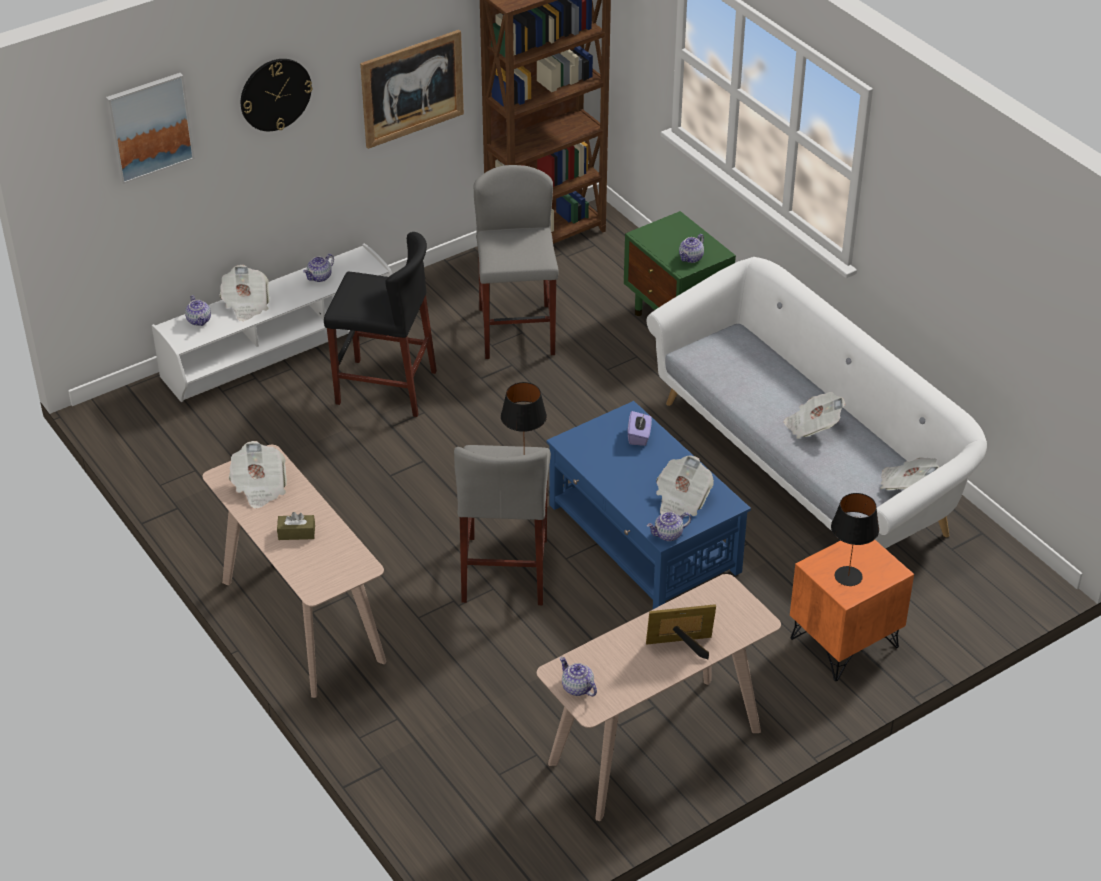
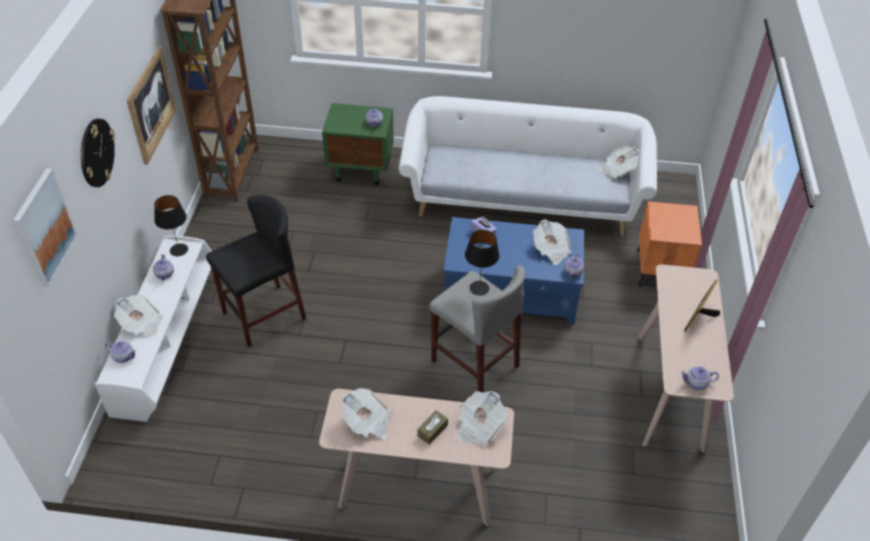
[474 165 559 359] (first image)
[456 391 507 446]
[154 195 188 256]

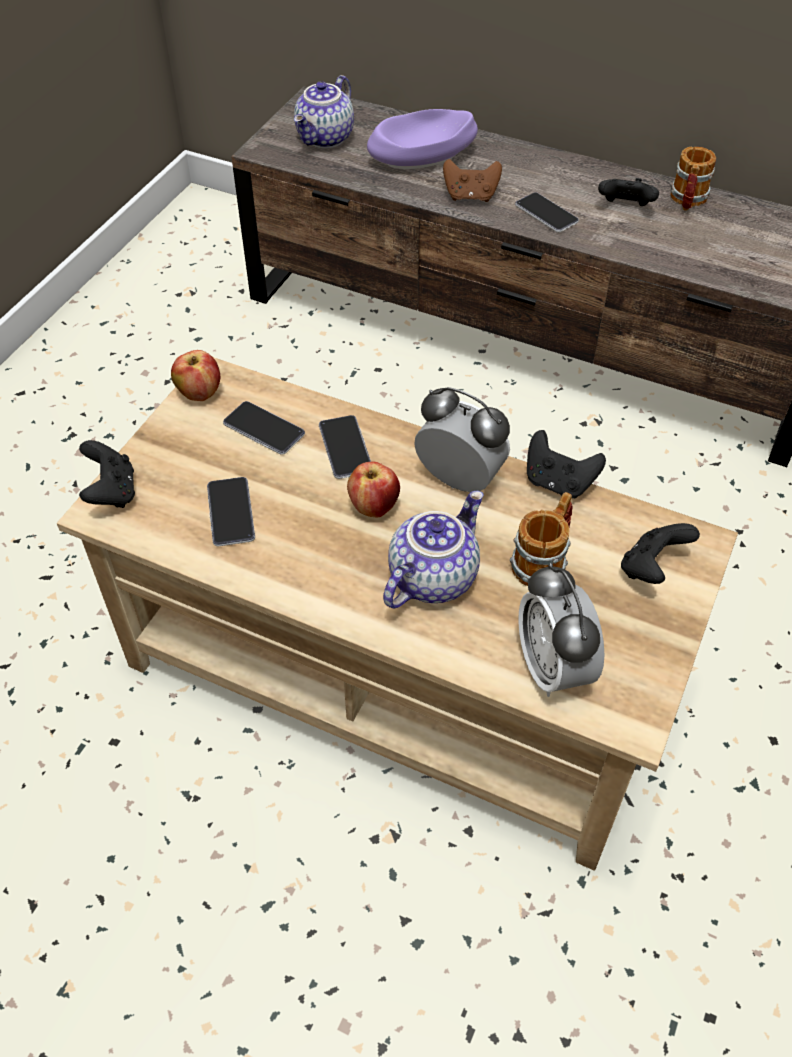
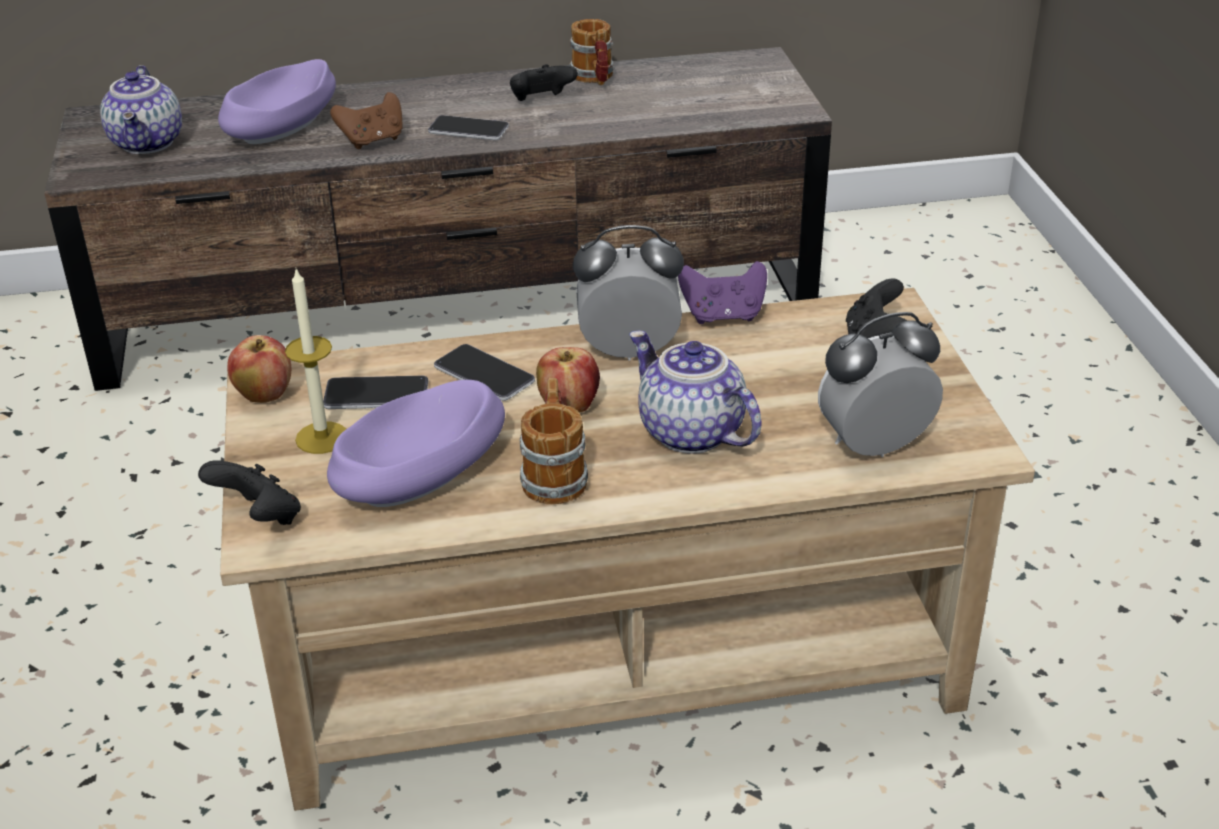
[285 267 346 454]
[520 378 588 504]
[327 380 505 507]
[678 261 767 324]
[629 330 762 454]
[818 312 943 457]

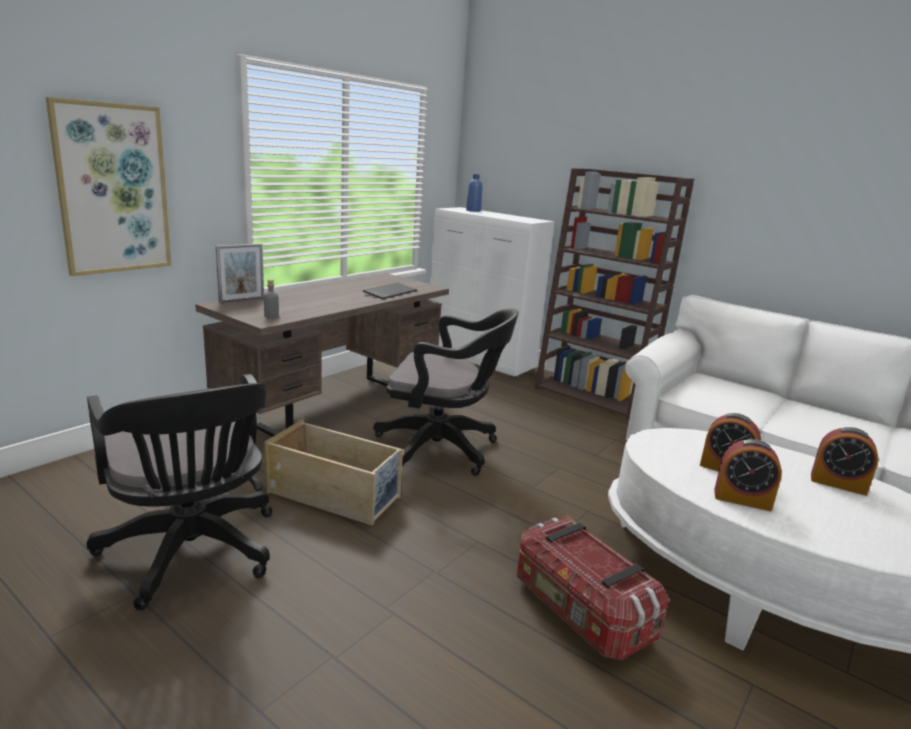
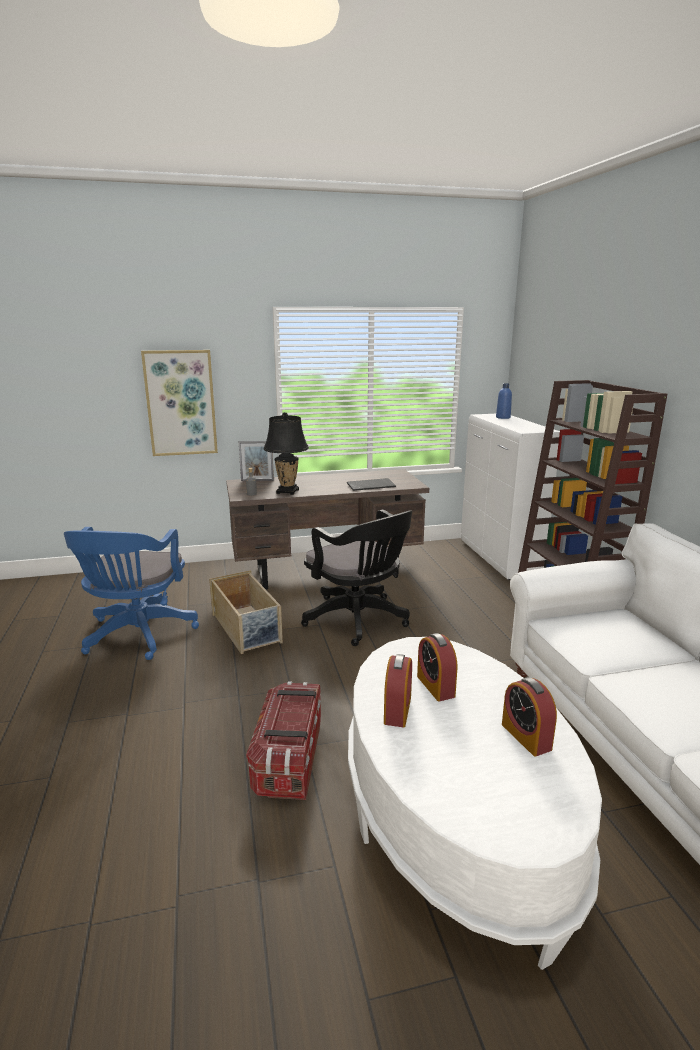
[263 412 309 495]
[64 527 199 660]
[384 654 412 727]

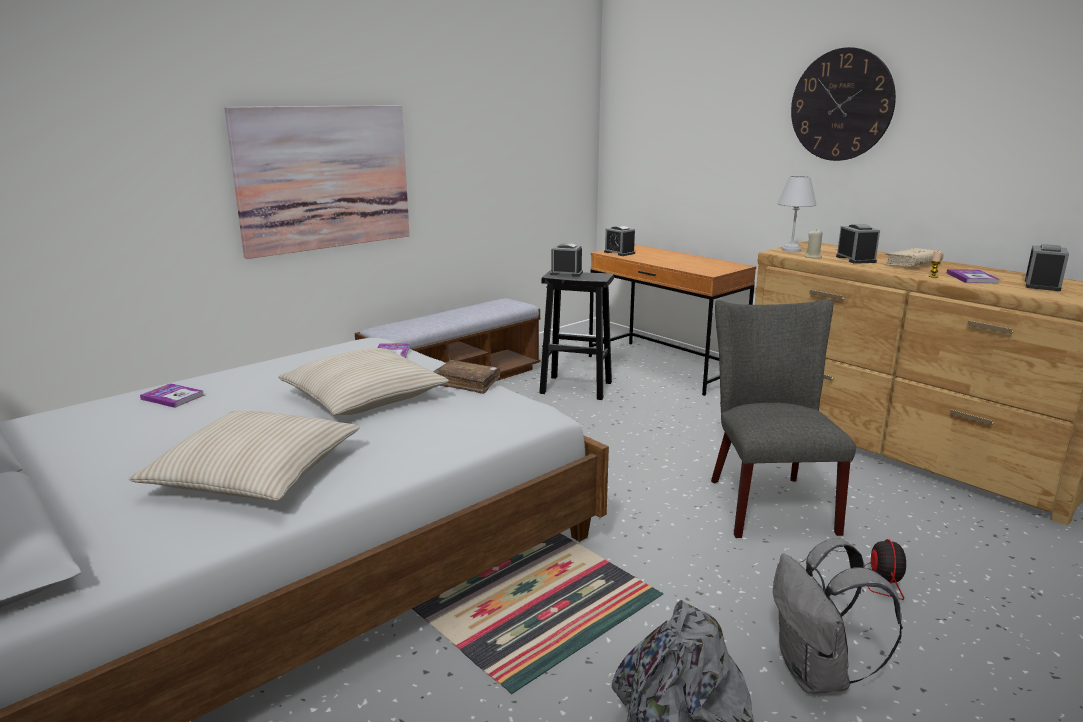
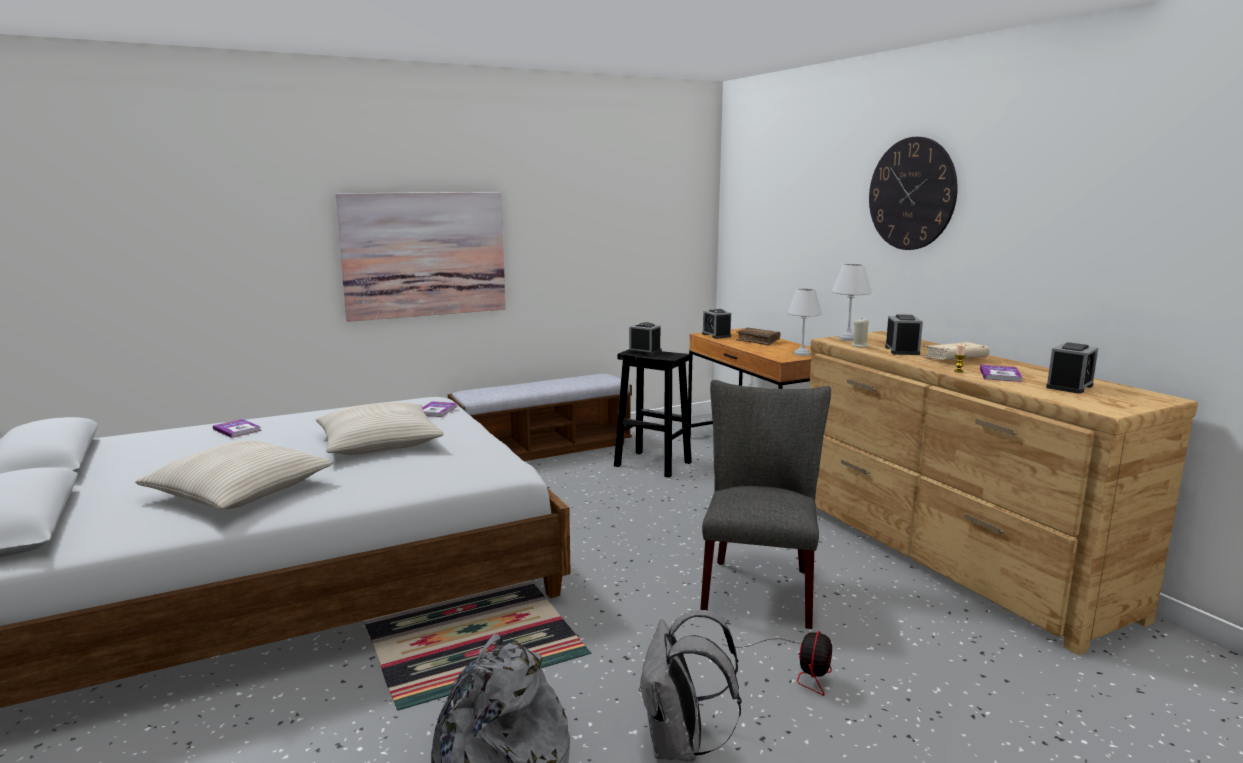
[788 288 822 356]
[736 328 780 346]

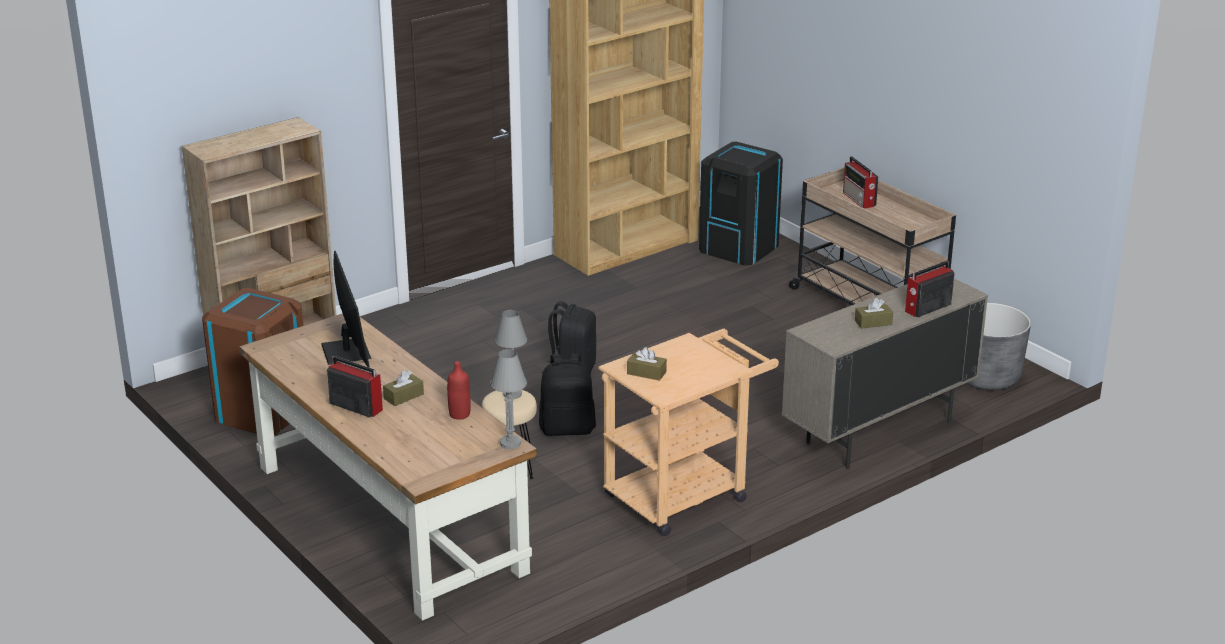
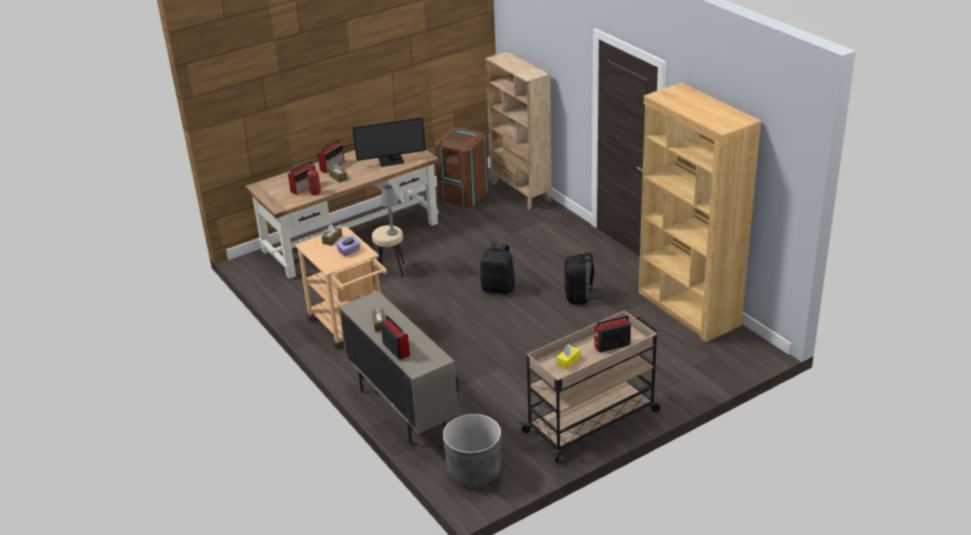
[490 349 527 449] (first image)
[699 142 783 265] (first image)
[288 160 315 195]
[336 236 361 256]
[556 344 580 370]
[565 252 599 305]

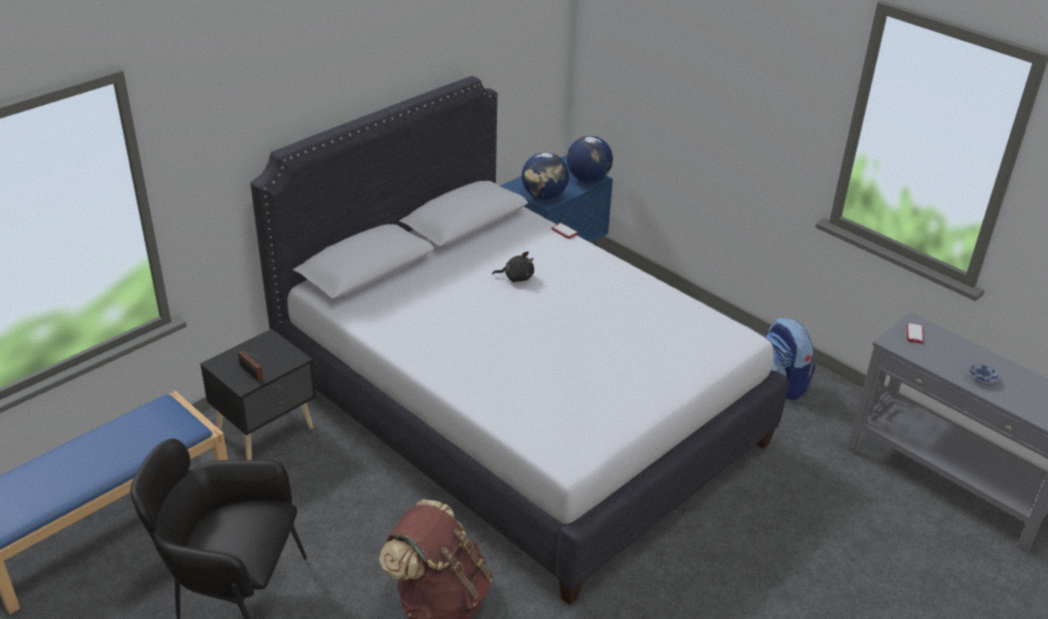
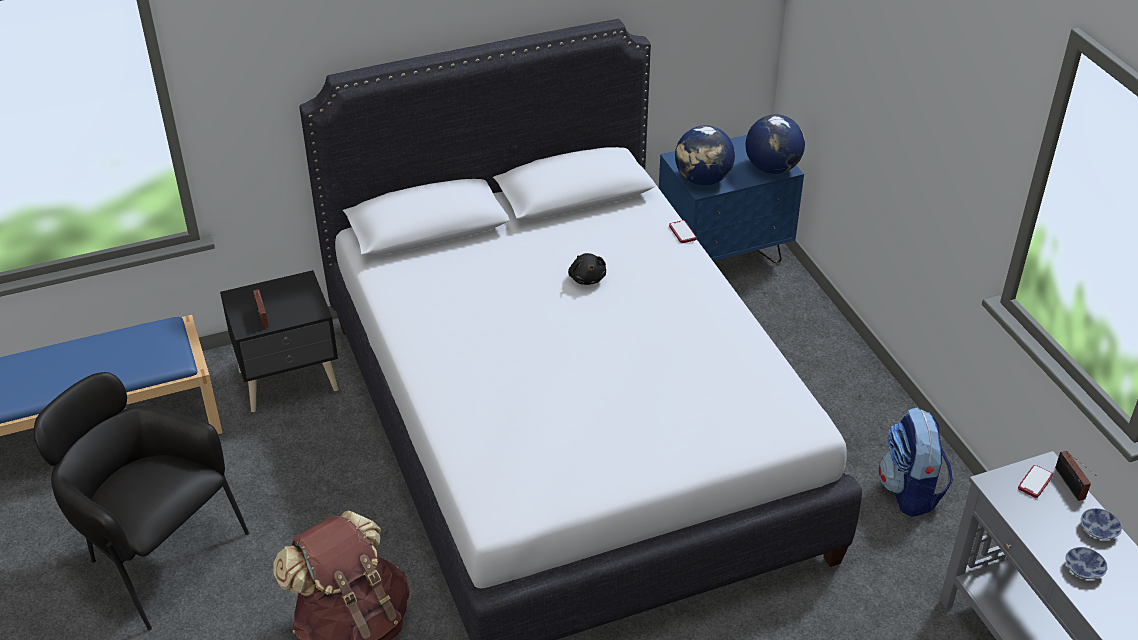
[1055 451 1097 501]
[1081 508 1122 540]
[568 253 606 285]

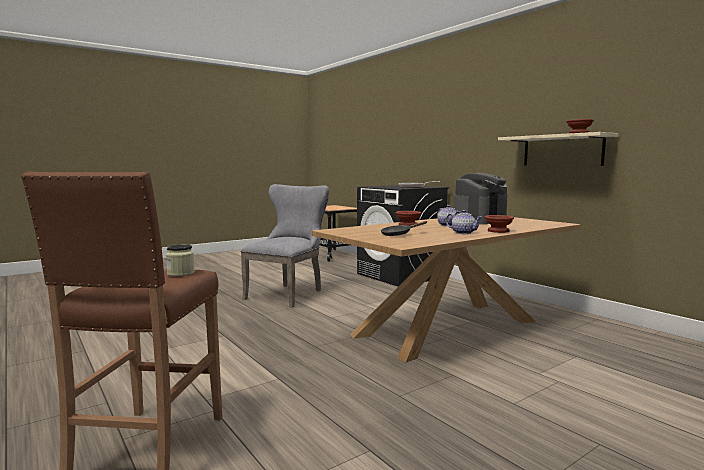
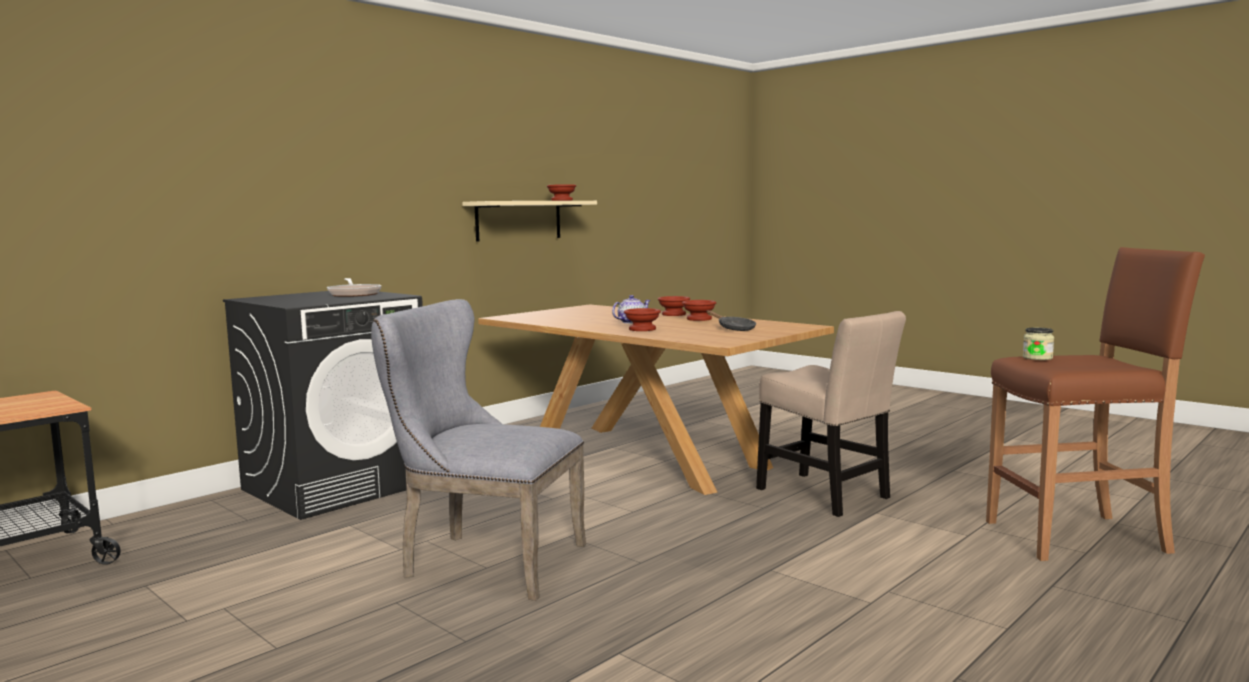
[454 173 507 225] (first image)
[756 311 906 517]
[682 300 716 321]

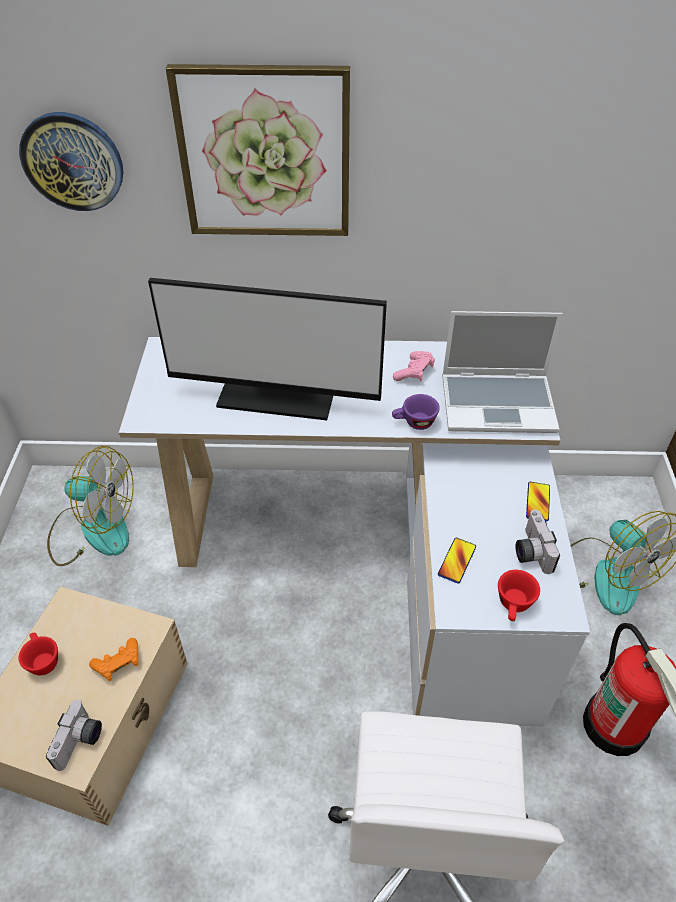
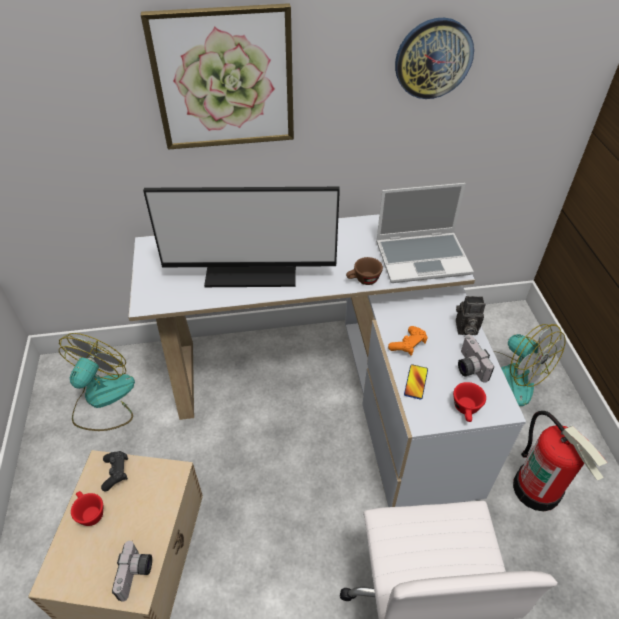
[393 351 435 382] (first image)
[101 451 128 492]
[395 18 474 99]
[388 326 428 356]
[456 296 486 335]
[346 257 383 285]
[59 333 135 431]

